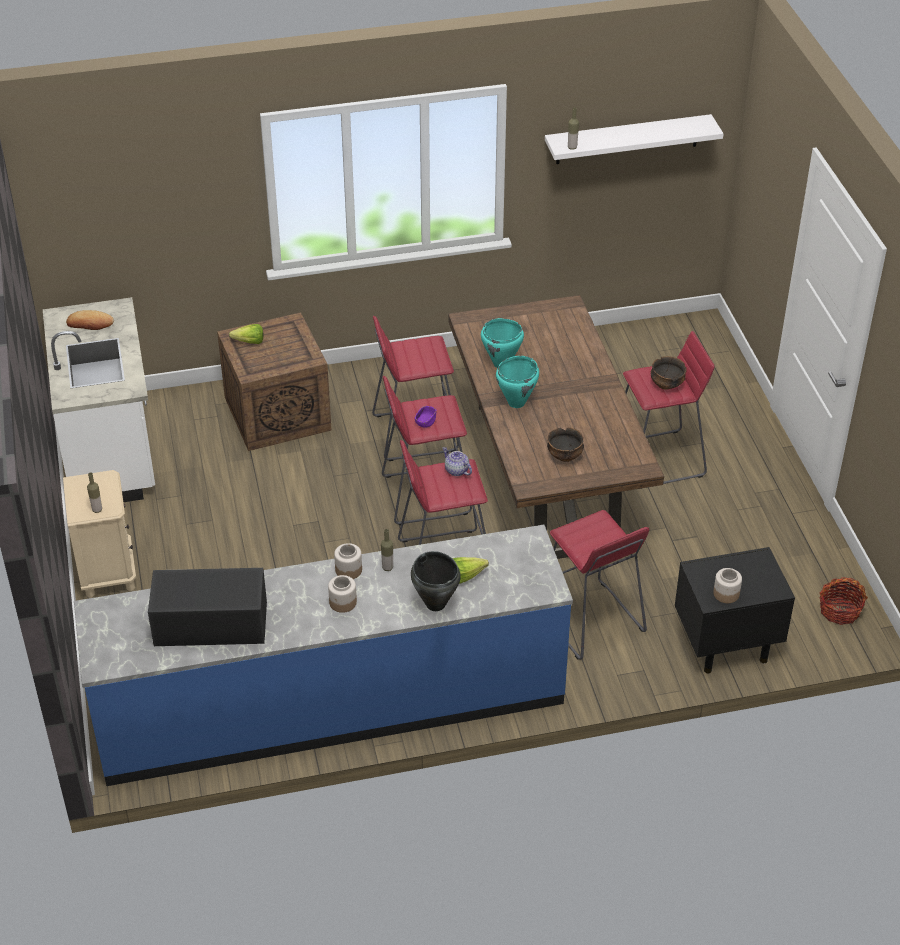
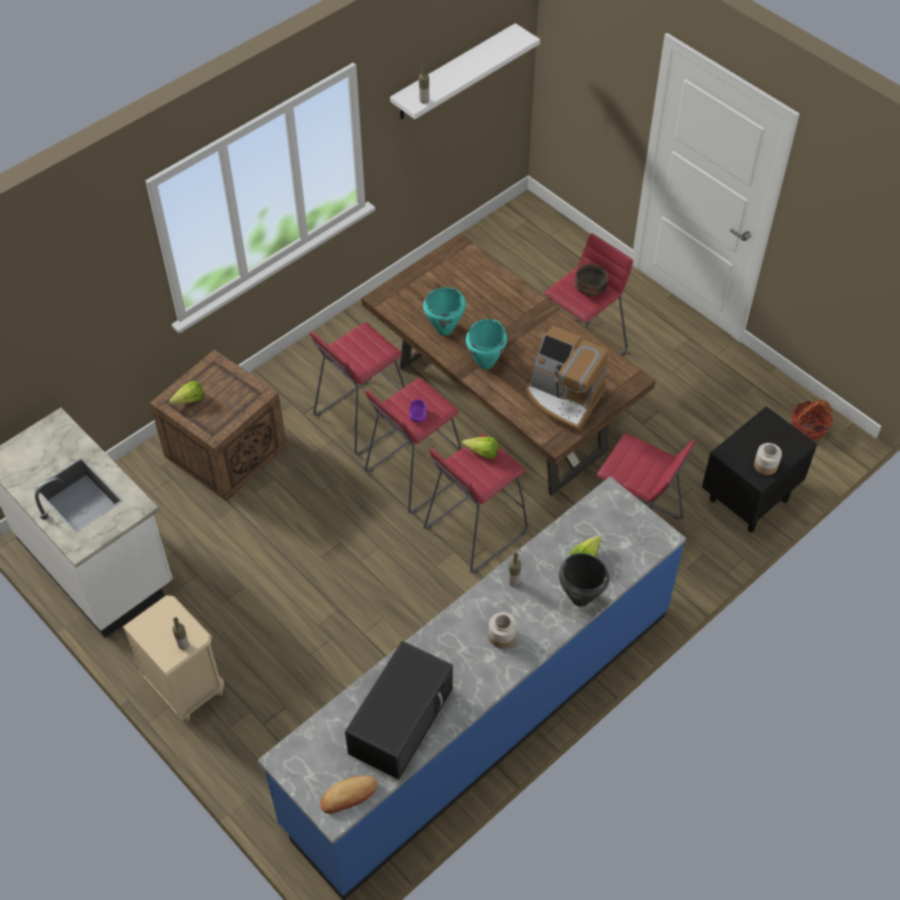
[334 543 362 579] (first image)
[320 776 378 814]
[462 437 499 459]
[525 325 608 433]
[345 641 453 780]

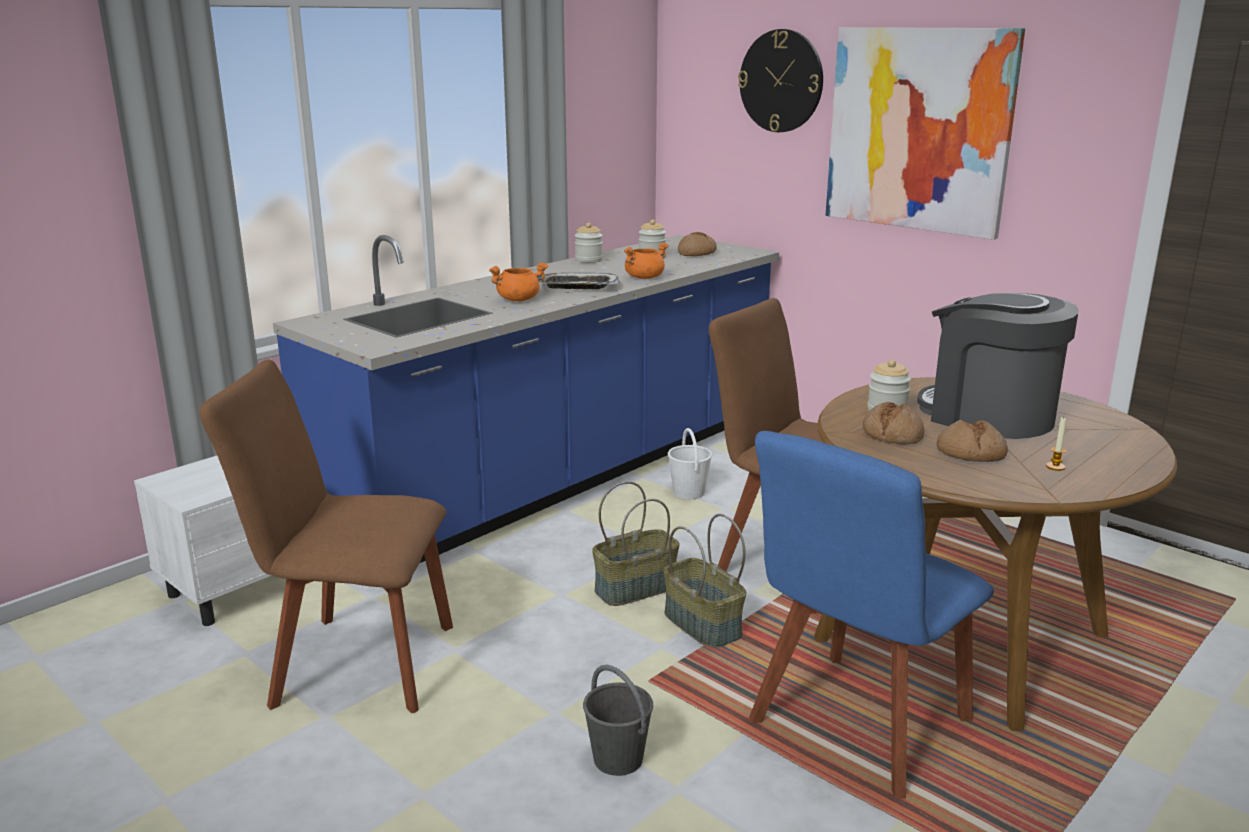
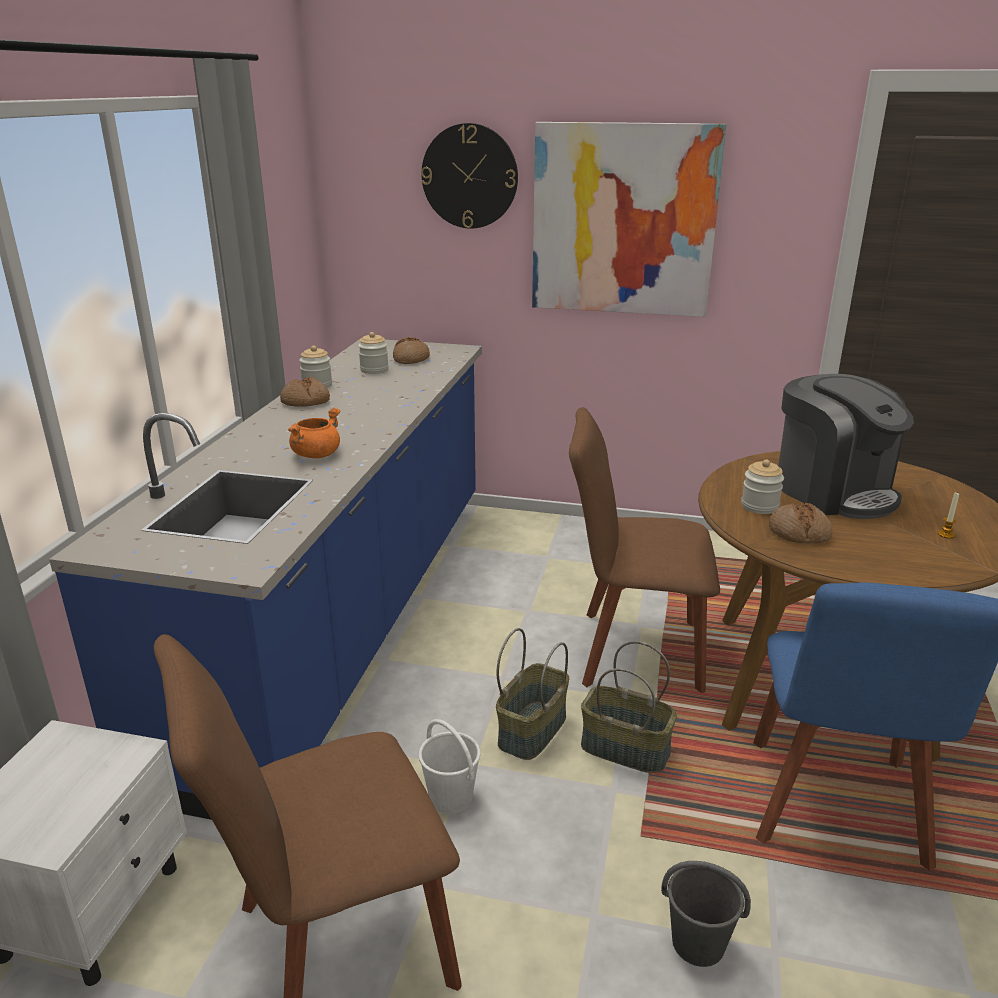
[539 273 620 289] (first image)
[624 242 669 279] (first image)
[419 719 480 814]
[280 377 330 407]
[778 374 914 519]

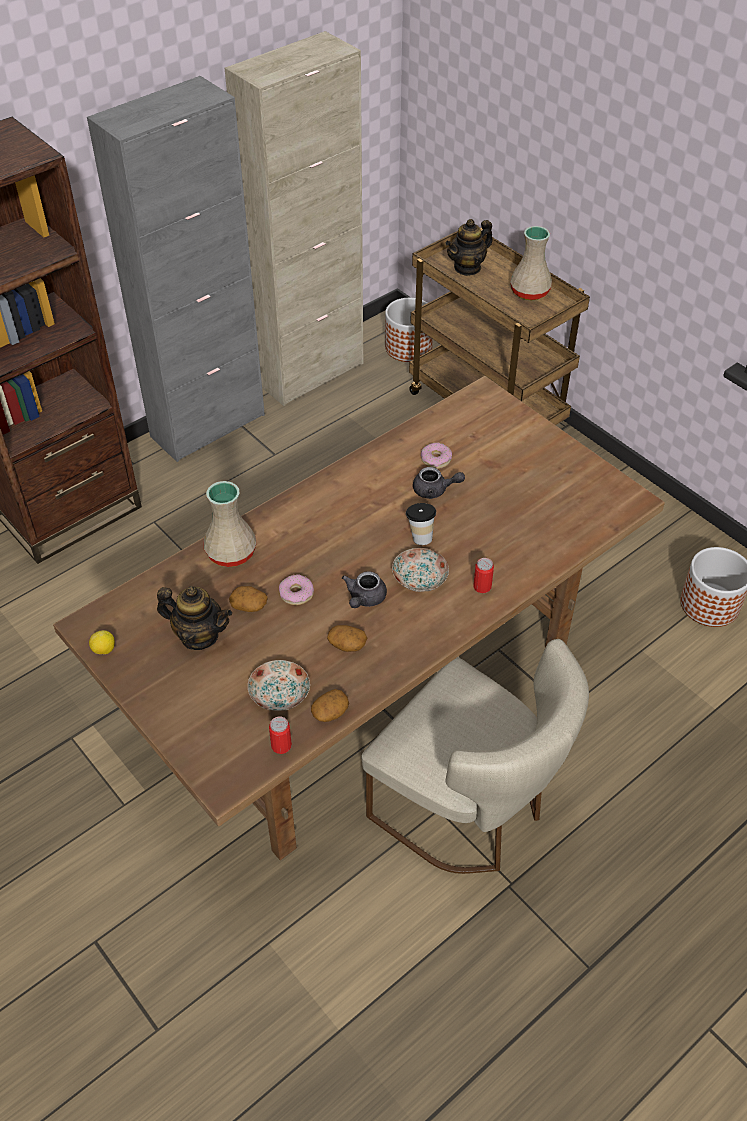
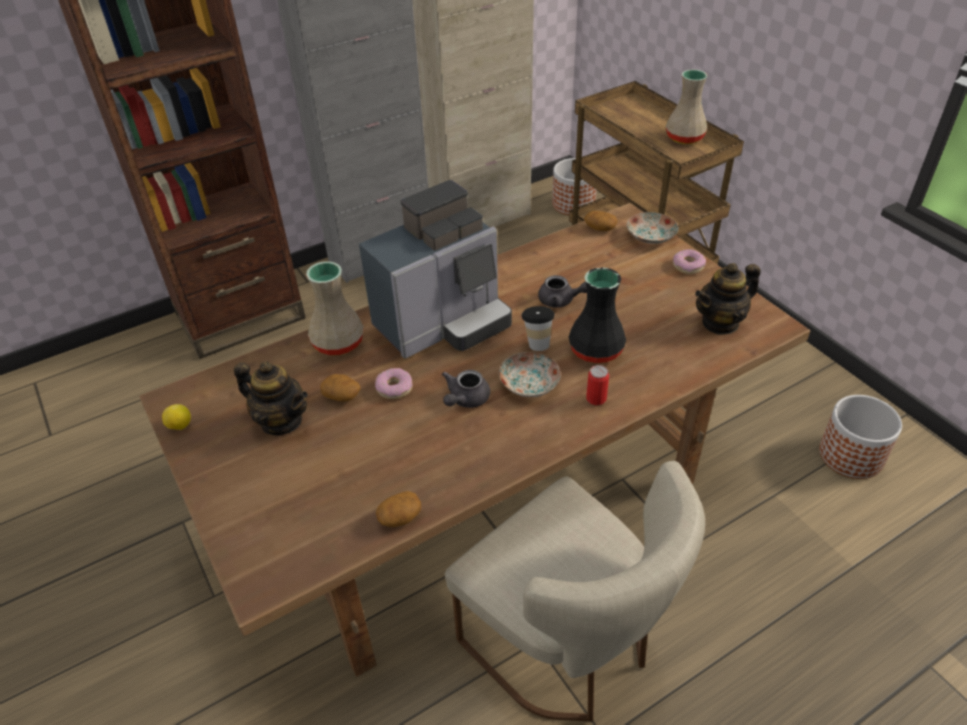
[269 716 292 754] (first image)
[359 180 512 358]
[569 267 626 363]
[627 212 679 244]
[584 211 618 231]
[673 249 706 274]
[695 263 761 335]

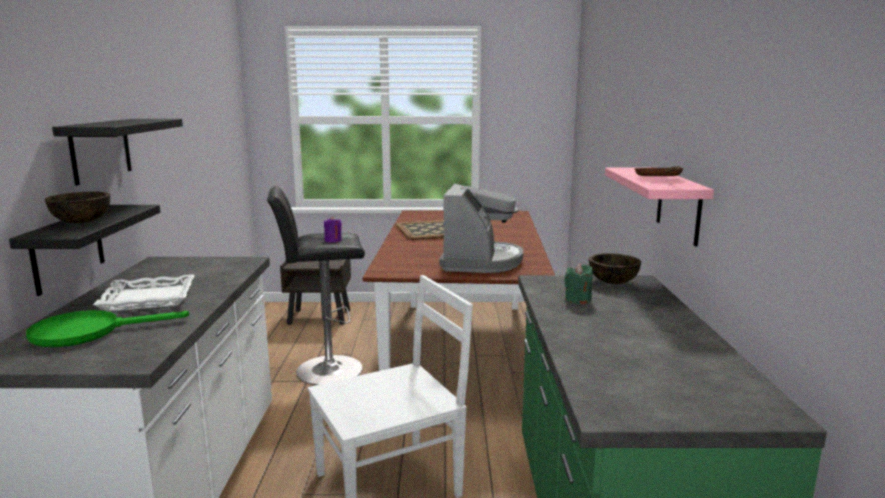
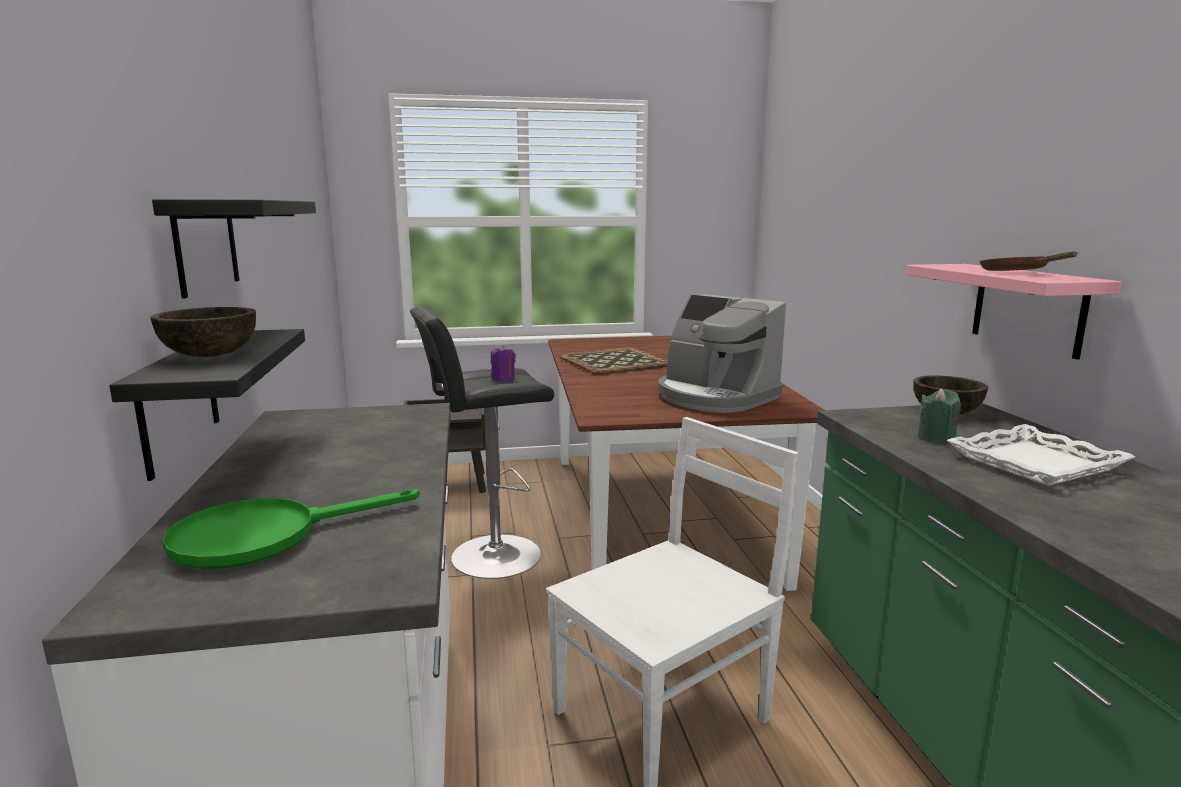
[947 424 1135 486]
[658 294 786 413]

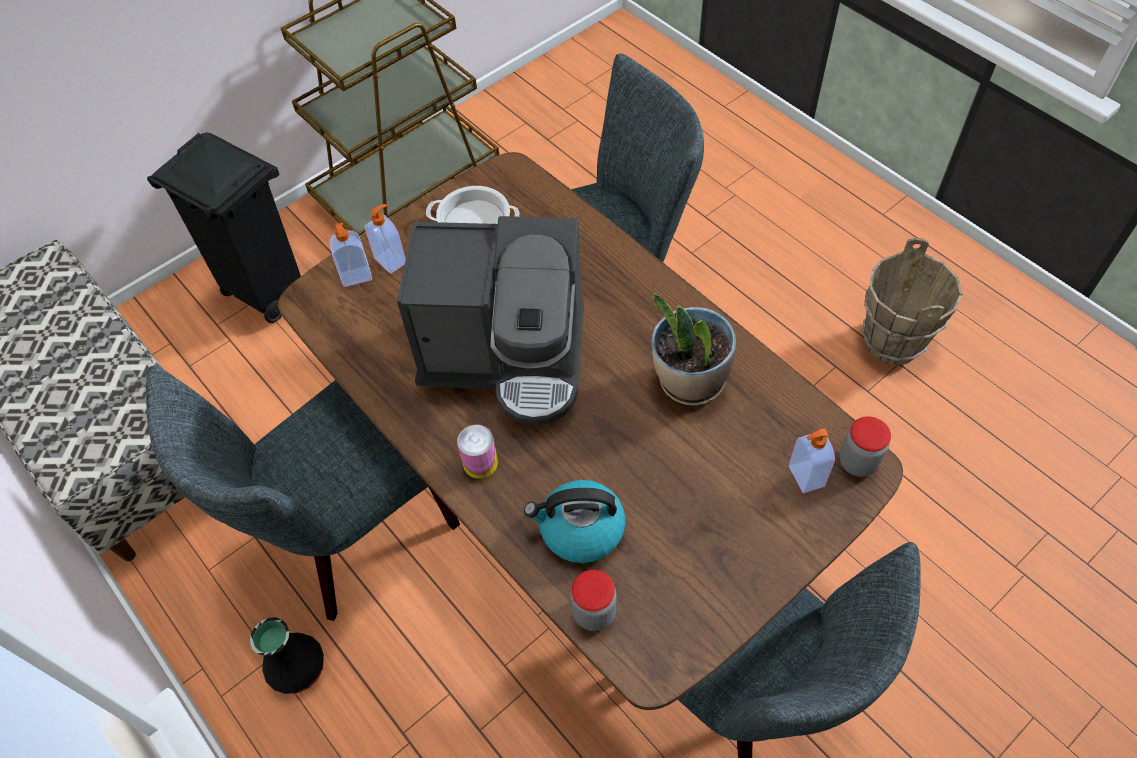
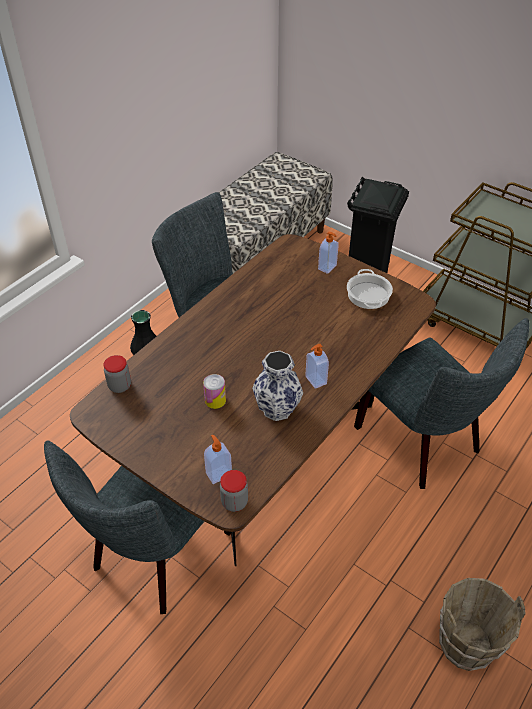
[397 216 584 426] (first image)
[524 480 626 563] (first image)
[305 344 329 389]
[203 374 226 409]
[252 351 303 421]

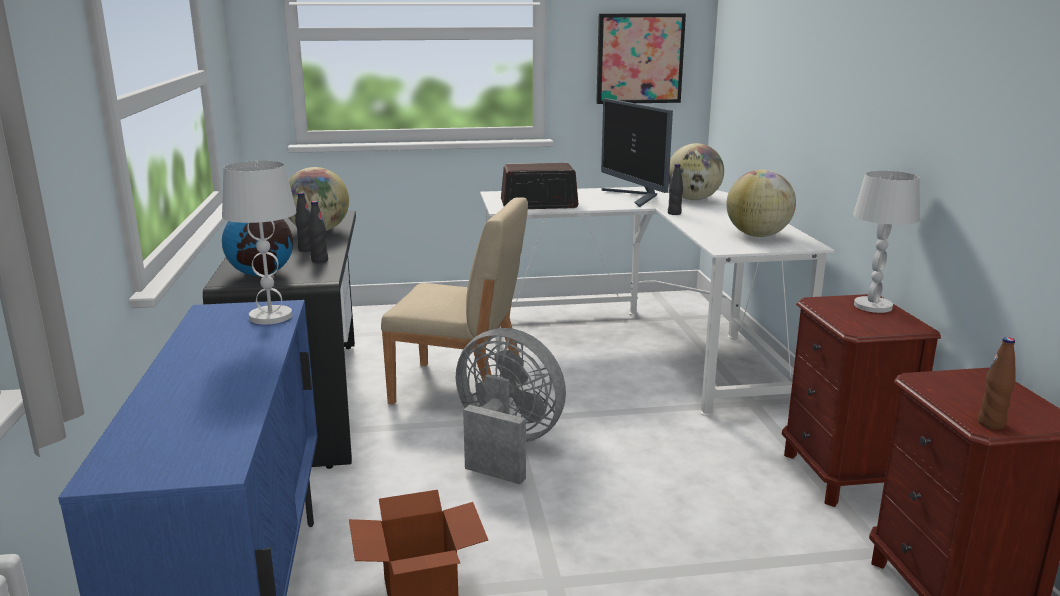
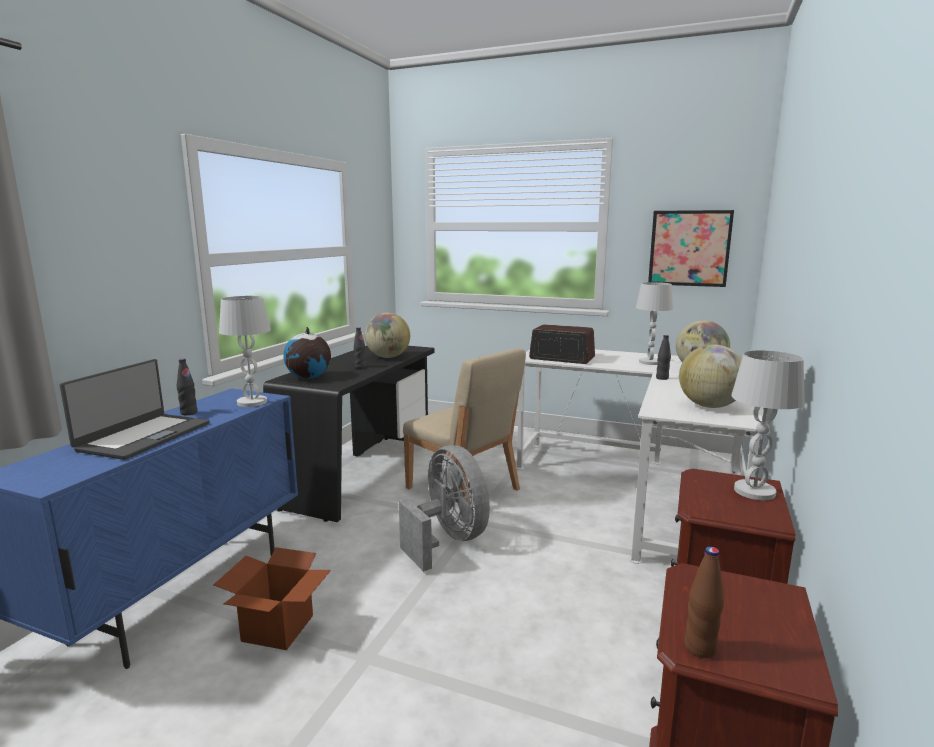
[60 359 210 460]
[177 359 197 415]
[636 282 673 365]

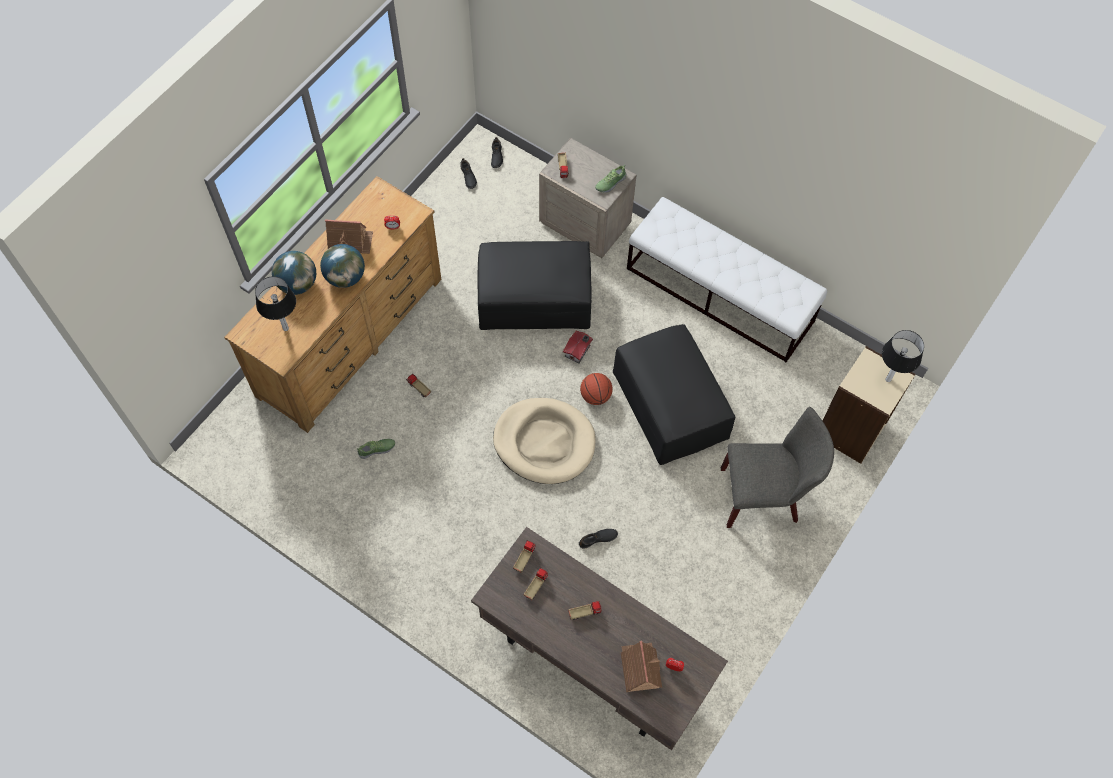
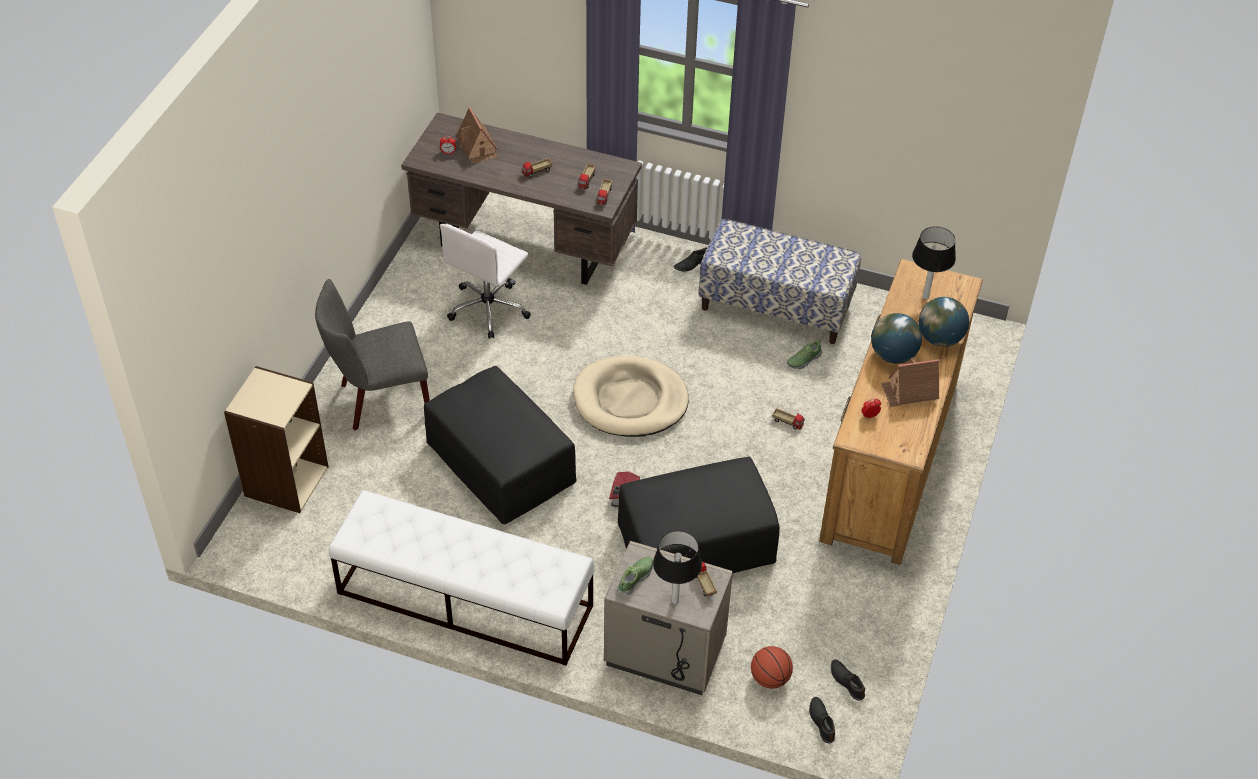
[440 224 531 339]
[699 219 861 344]
[674 247 707 272]
[751 646 793 689]
[653 531 702 604]

